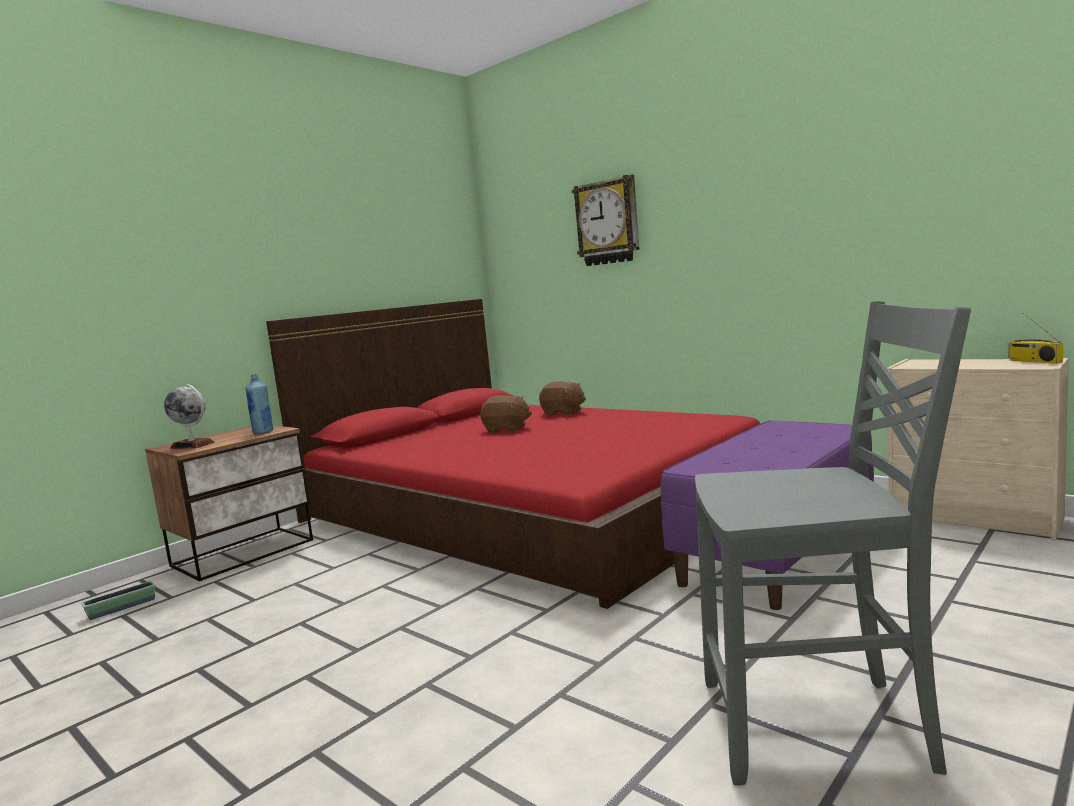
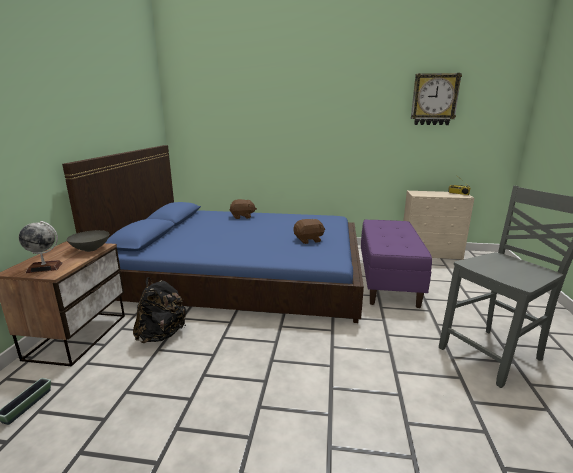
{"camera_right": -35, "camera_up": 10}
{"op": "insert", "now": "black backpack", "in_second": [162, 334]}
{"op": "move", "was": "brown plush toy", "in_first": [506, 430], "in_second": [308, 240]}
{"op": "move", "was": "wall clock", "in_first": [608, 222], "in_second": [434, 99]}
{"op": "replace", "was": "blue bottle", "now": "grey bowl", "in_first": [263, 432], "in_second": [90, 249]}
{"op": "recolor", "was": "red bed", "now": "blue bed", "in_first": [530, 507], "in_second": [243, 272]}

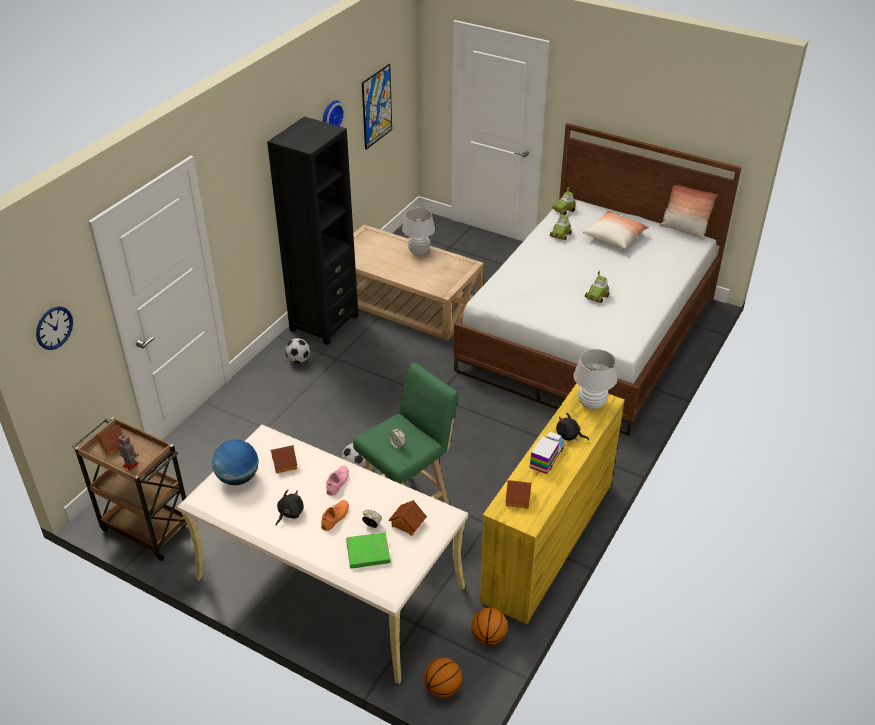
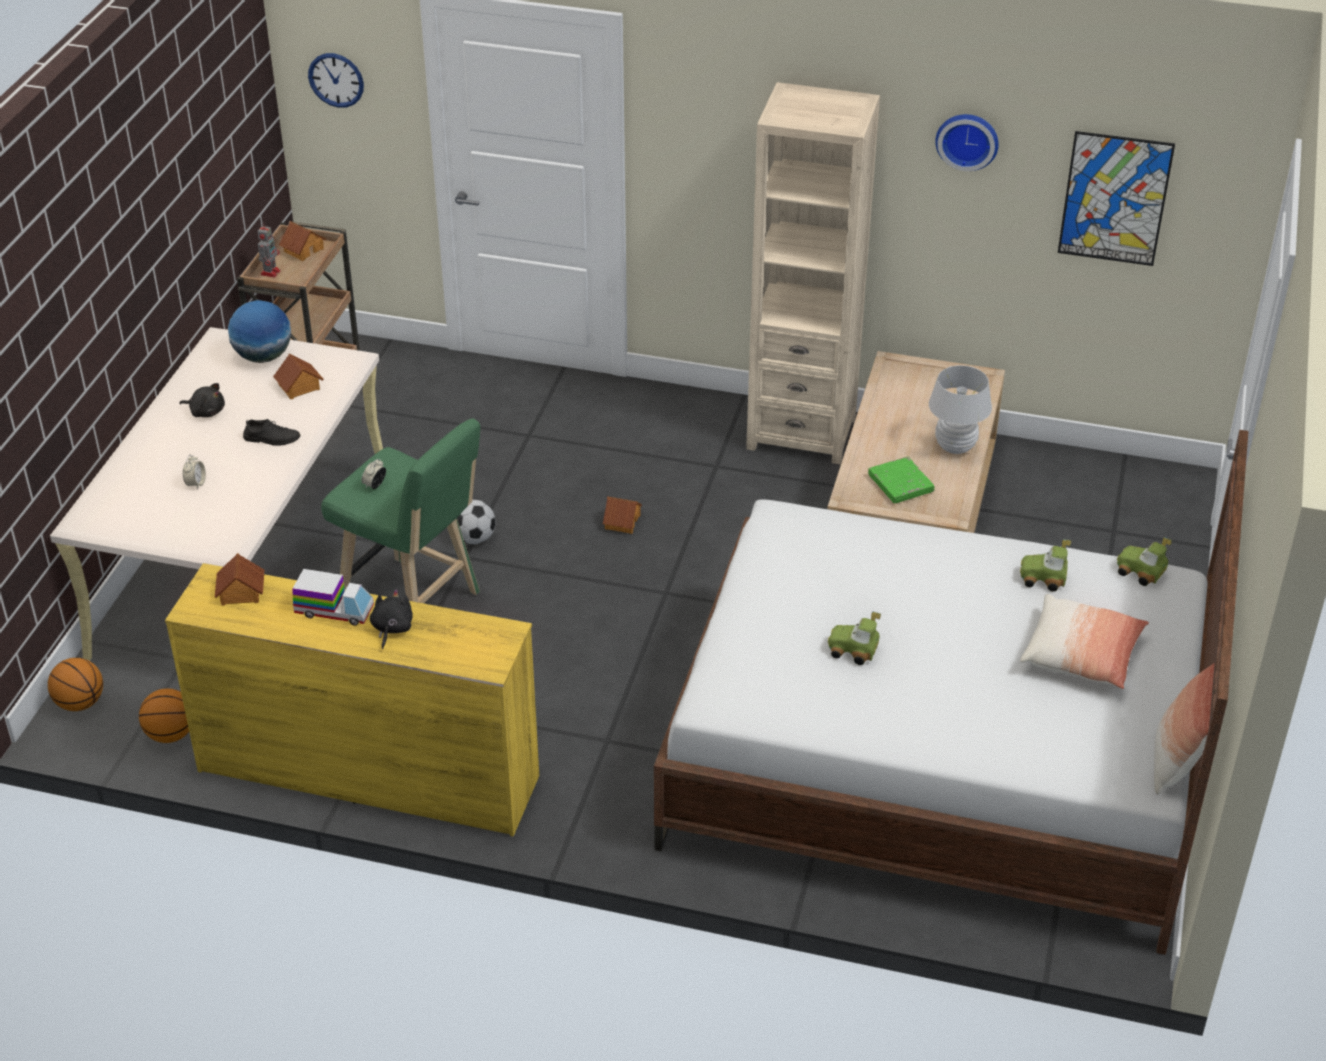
{"camera_right": 75, "camera_up": 0}
{"op": "delete", "was": "football", "in_first": [298, 360]}
{"op": "delete", "was": "orange shoe", "in_first": [335, 517]}
{"op": "delete", "was": "white table lamp", "in_first": [591, 404]}
{"op": "move", "was": "green book", "in_first": [368, 552], "in_second": [900, 484]}
{"op": "move", "was": "toy house", "in_first": [407, 524], "in_second": [622, 521]}
{"op": "recolor", "was": "black bookcase", "now": "beige bookcase", "in_first": [324, 323], "in_second": [801, 433]}
{"op": "recolor", "was": "pink shoe", "now": "black shoe", "in_first": [338, 482], "in_second": [272, 438]}

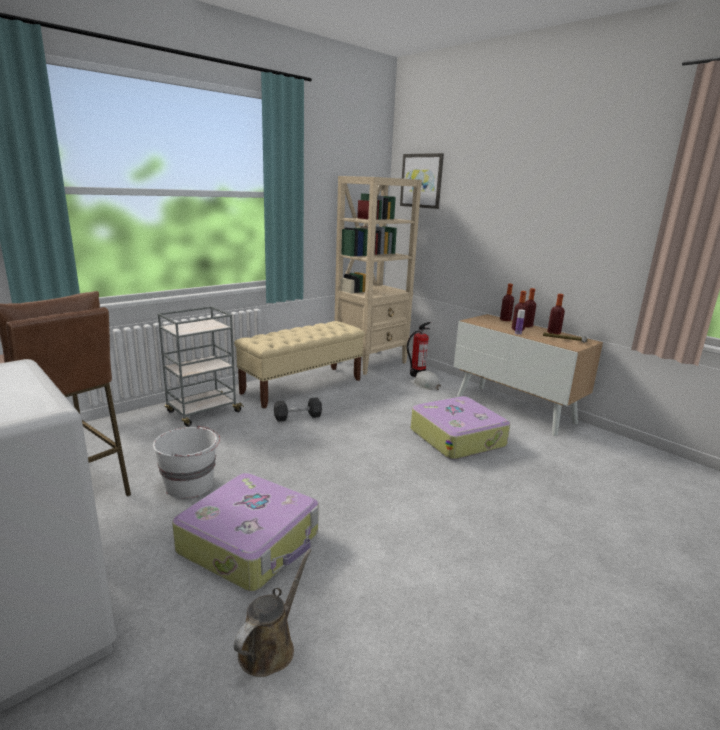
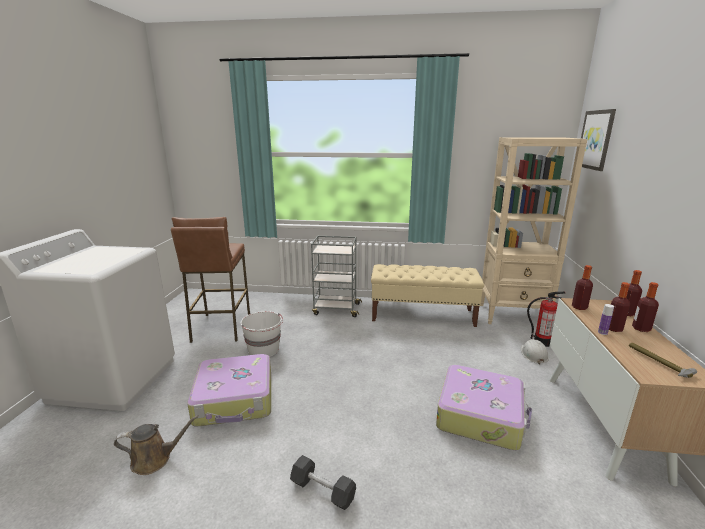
{"camera_right": 50, "camera_up": 0}
{"op": "move", "was": "black dumbbell", "in_first": [298, 417], "in_second": [323, 490]}
{"op": "move", "was": "bottle", "in_first": [553, 333], "in_second": [579, 307]}

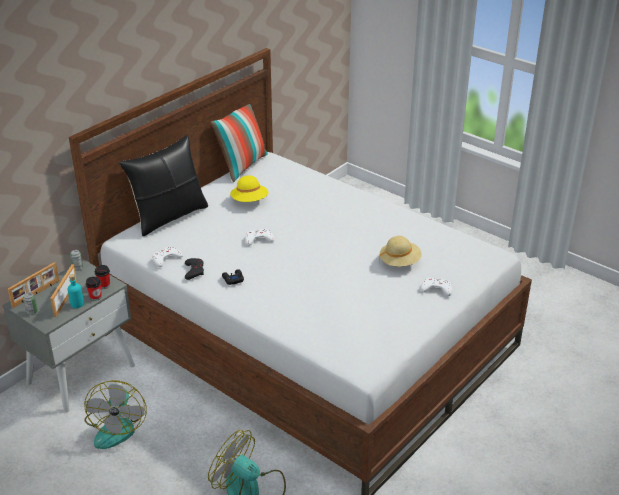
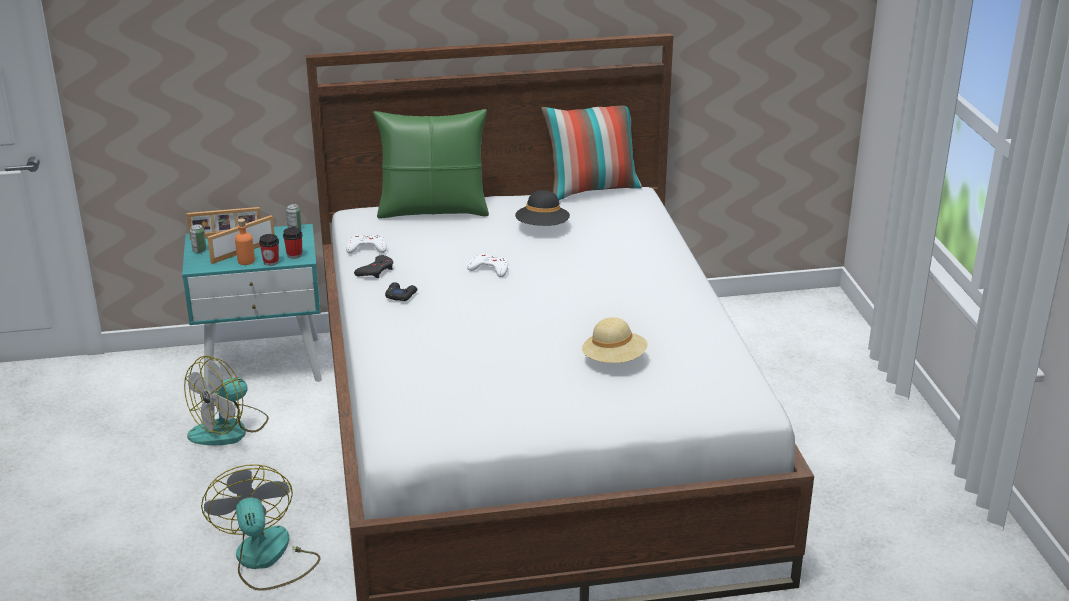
{"camera_right": 40, "camera_up": -5}
{"op": "delete", "was": "white game controller", "in_first": [436, 289]}
{"op": "recolor", "was": "grey nightstand", "now": "turquoise nightstand", "in_first": [81, 373], "in_second": [263, 363]}
{"op": "recolor", "was": "turquoise bottle", "now": "orange bottle", "in_first": [77, 304], "in_second": [246, 261]}
{"op": "recolor", "was": "black pillow", "now": "green pillow", "in_first": [169, 216], "in_second": [433, 210]}
{"op": "recolor", "was": "yellow hat", "now": "black hat", "in_first": [249, 201], "in_second": [542, 227]}

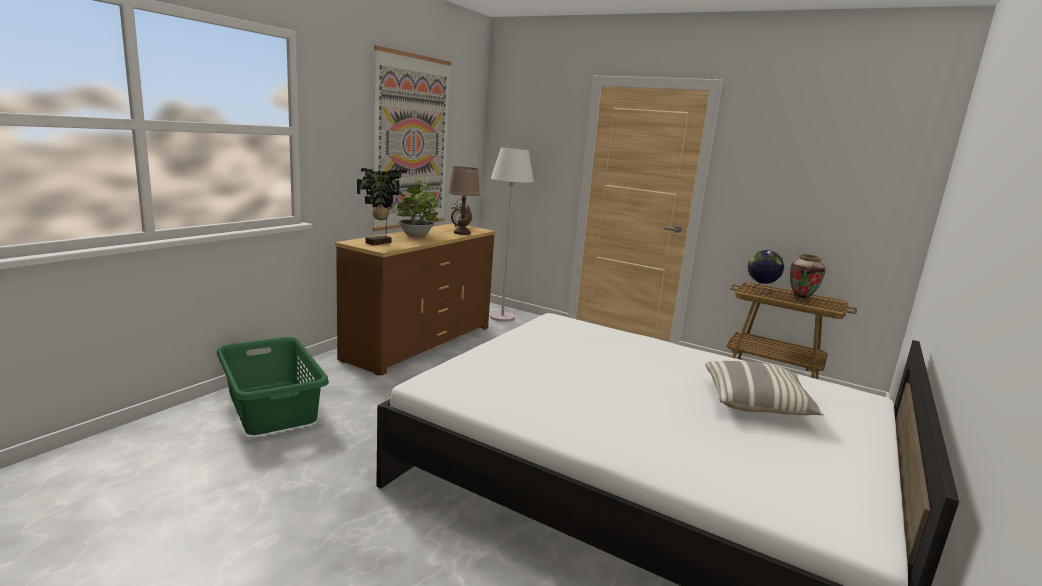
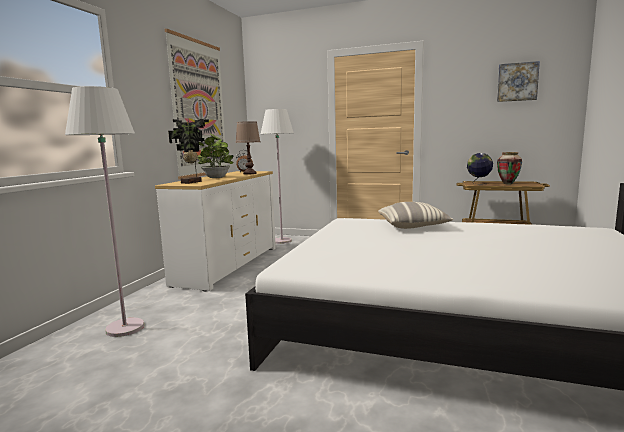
{"camera_right": -10, "camera_up": -5}
{"op": "insert", "now": "picture", "in_second": [517, 82]}
{"op": "move", "was": "pillow", "in_first": [756, 403], "in_second": [413, 226]}
{"op": "replace", "was": "green laundry basket", "now": "white floor lamp", "in_first": [273, 406], "in_second": [125, 328]}
{"op": "recolor", "was": "brown dresser", "now": "white dresser", "in_first": [419, 342], "in_second": [227, 265]}

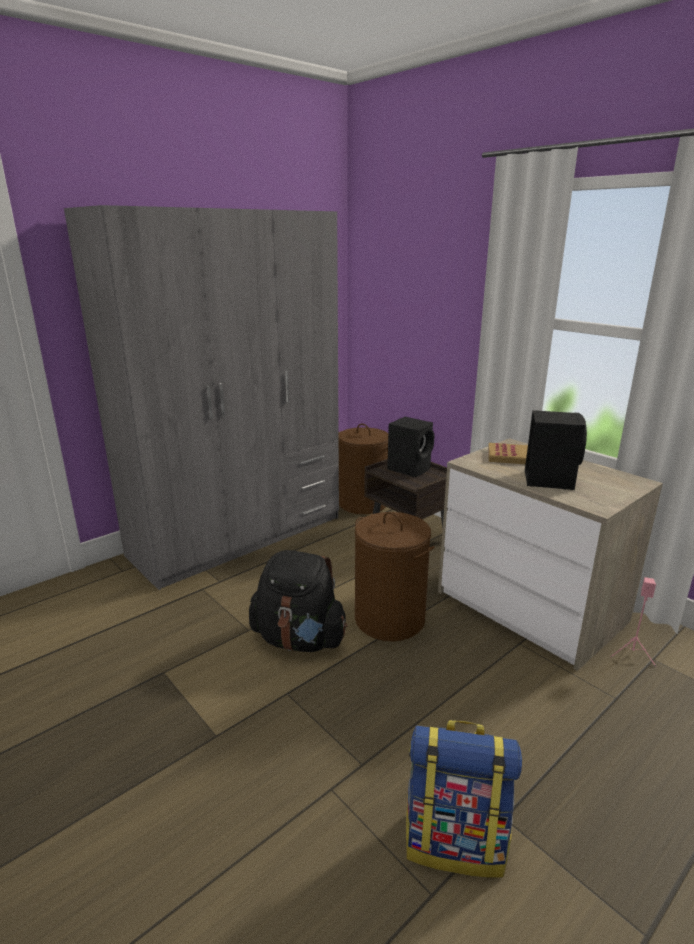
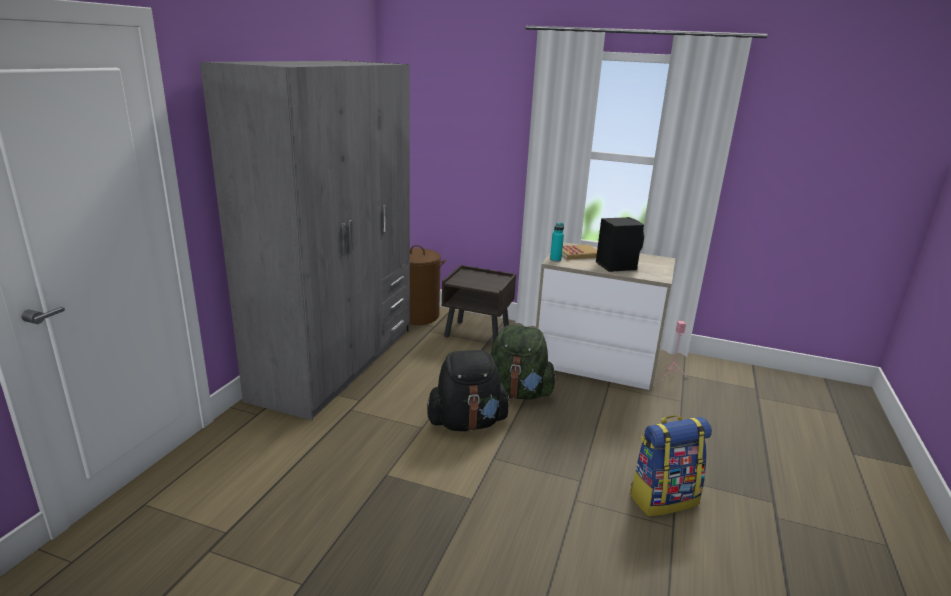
{"camera_right": -30, "camera_up": 0}
{"op": "delete", "was": "black speaker", "in_first": [410, 468]}
{"op": "insert", "now": "turquoise bottle", "in_second": [555, 260]}
{"op": "replace", "was": "brown laundry basket", "now": "green backpack", "in_first": [390, 619], "in_second": [517, 393]}

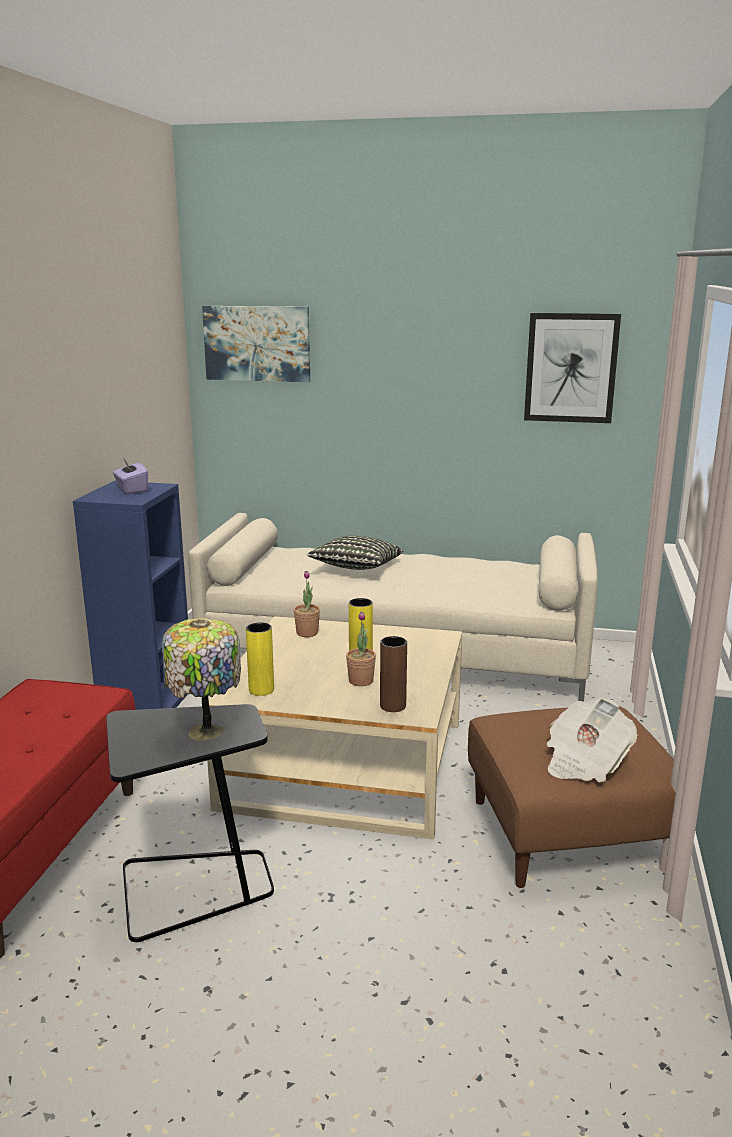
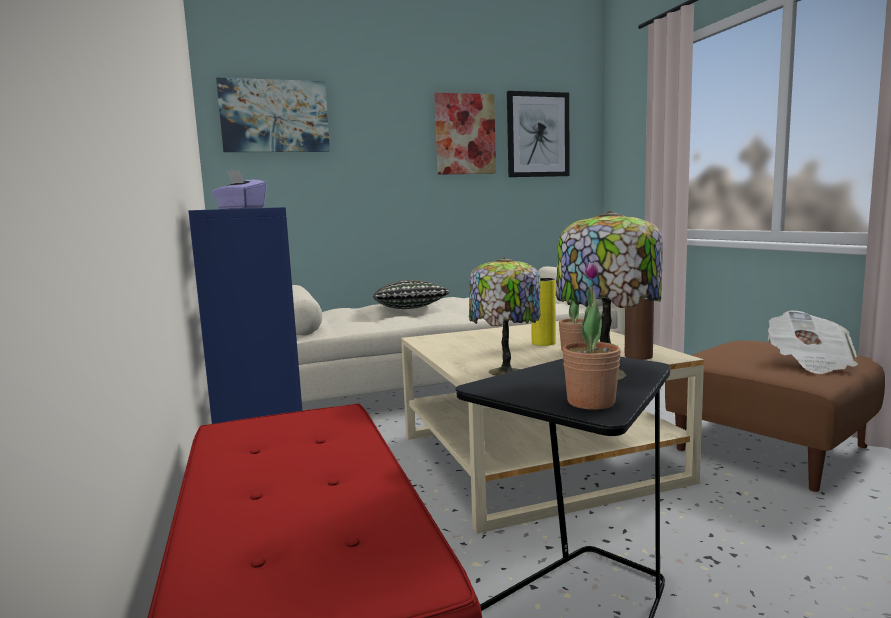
{"camera_right": -30, "camera_up": -10}
{"op": "insert", "now": "picture", "in_second": [465, 134]}
{"op": "move", "was": "potted plant", "in_first": [307, 633], "in_second": [591, 402]}
{"op": "replace", "was": "yellow vase", "now": "table lamp", "in_first": [261, 690], "in_second": [505, 372]}

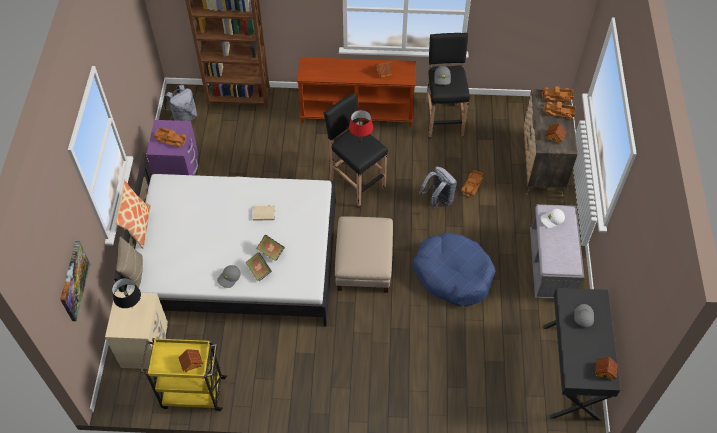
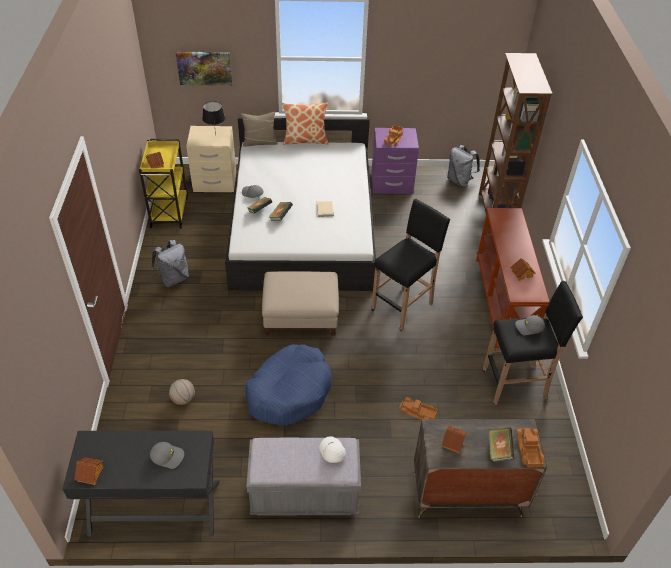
{"camera_right": 85, "camera_up": -10}
{"op": "delete", "was": "red table lamp", "in_first": [360, 141]}
{"op": "insert", "now": "basketball", "in_second": [183, 399]}
{"op": "move", "was": "grey backpack", "in_first": [438, 200], "in_second": [173, 278]}
{"op": "replace", "was": "toy truck", "now": "book", "in_first": [559, 113], "in_second": [499, 450]}

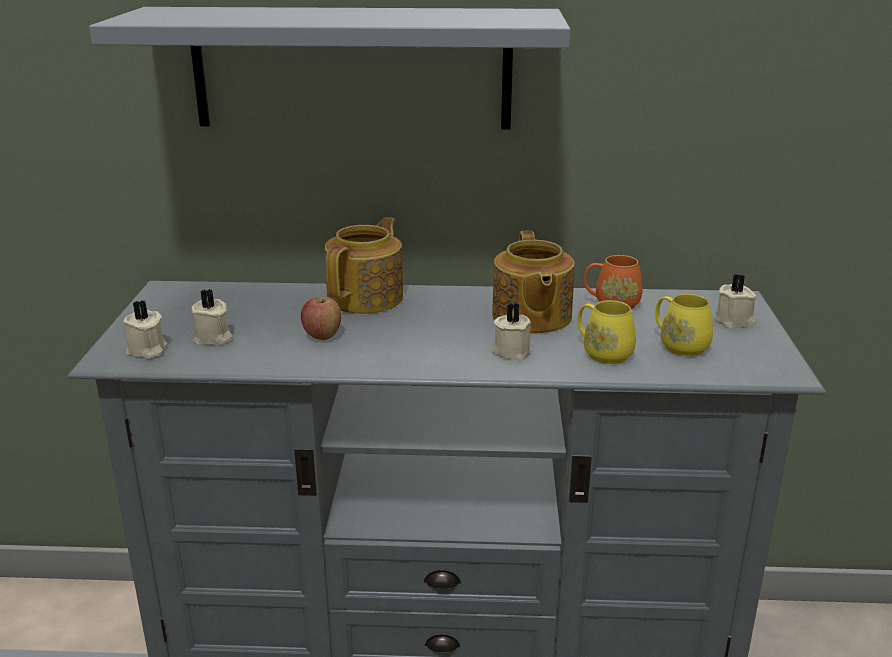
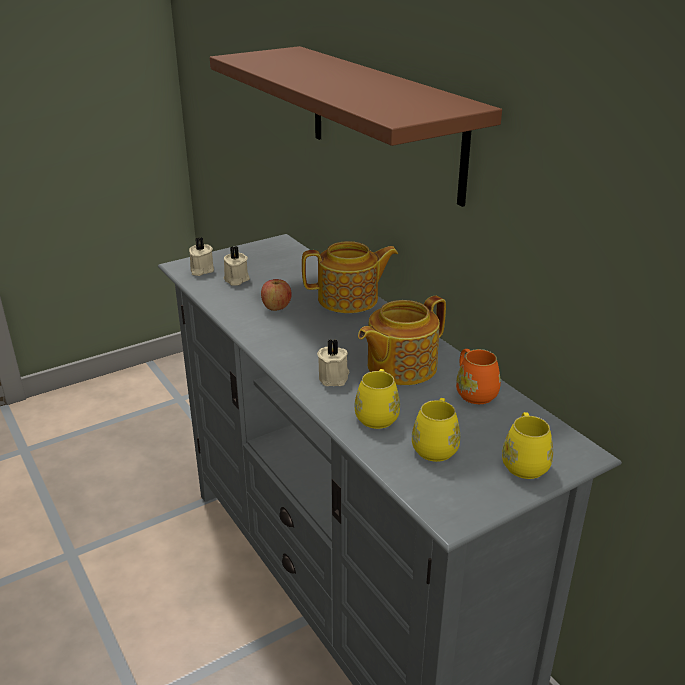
{"camera_right": 55, "camera_up": 5}
{"op": "replace", "was": "beige candle", "now": "yellow mug", "in_first": [734, 321], "in_second": [524, 462]}
{"op": "recolor", "was": "grey shelf", "now": "brown shelf", "in_first": [352, 68], "in_second": [384, 121]}

